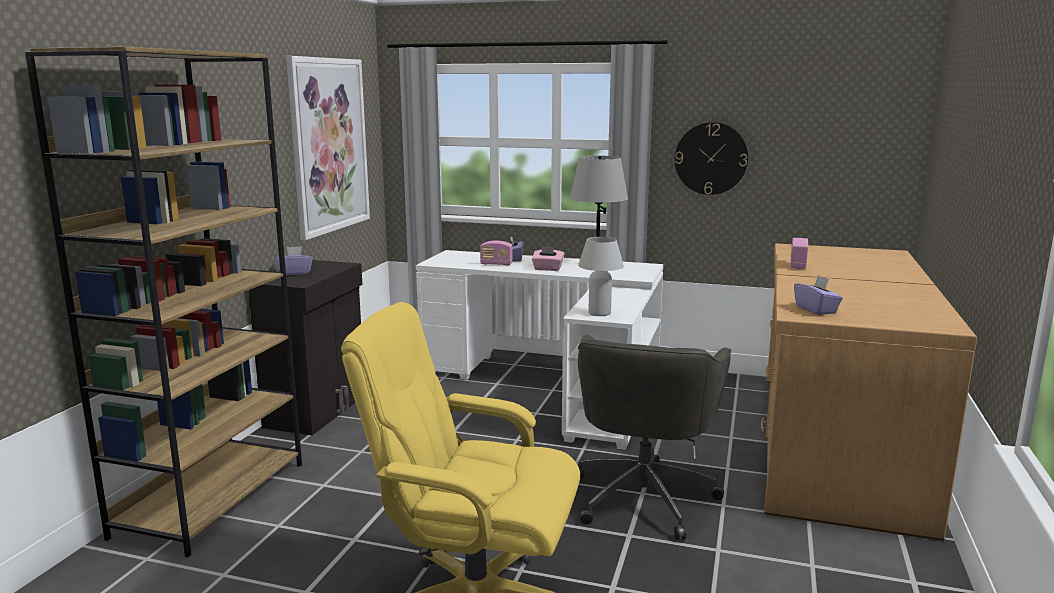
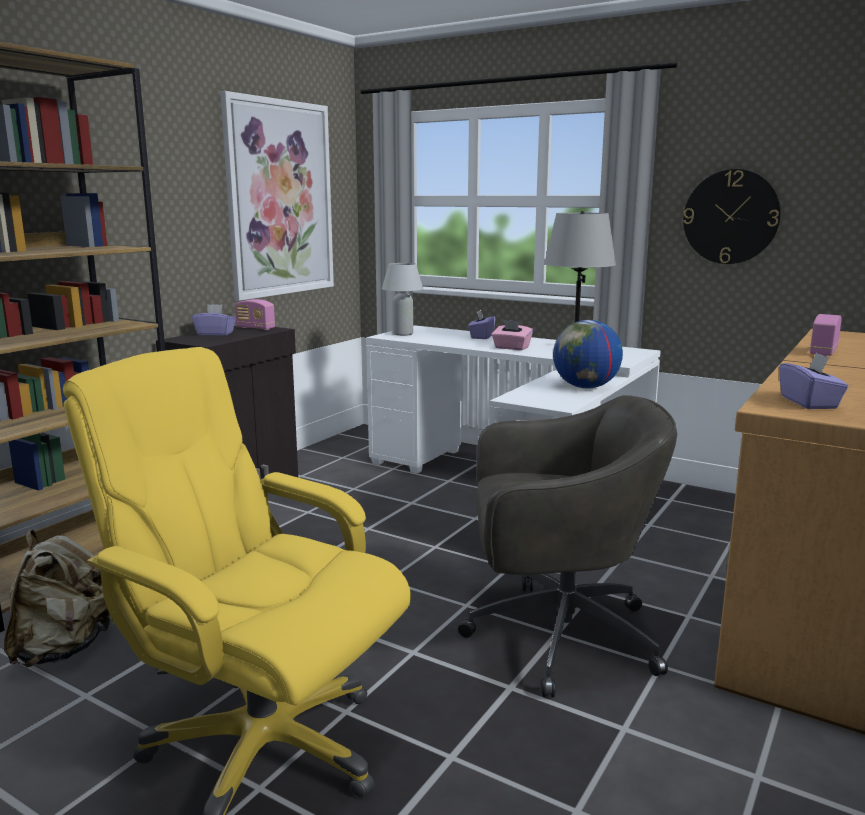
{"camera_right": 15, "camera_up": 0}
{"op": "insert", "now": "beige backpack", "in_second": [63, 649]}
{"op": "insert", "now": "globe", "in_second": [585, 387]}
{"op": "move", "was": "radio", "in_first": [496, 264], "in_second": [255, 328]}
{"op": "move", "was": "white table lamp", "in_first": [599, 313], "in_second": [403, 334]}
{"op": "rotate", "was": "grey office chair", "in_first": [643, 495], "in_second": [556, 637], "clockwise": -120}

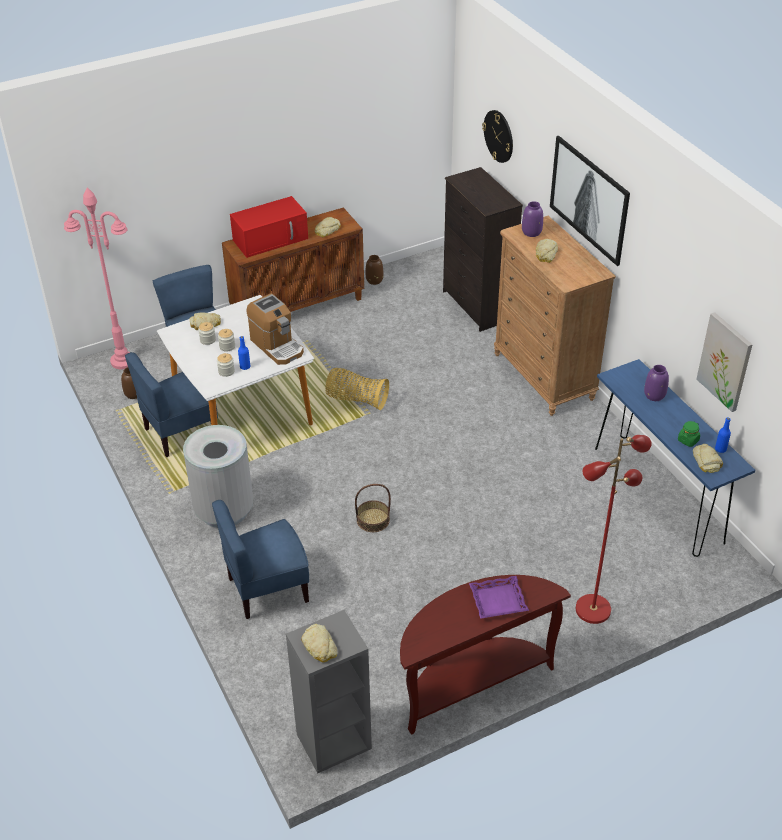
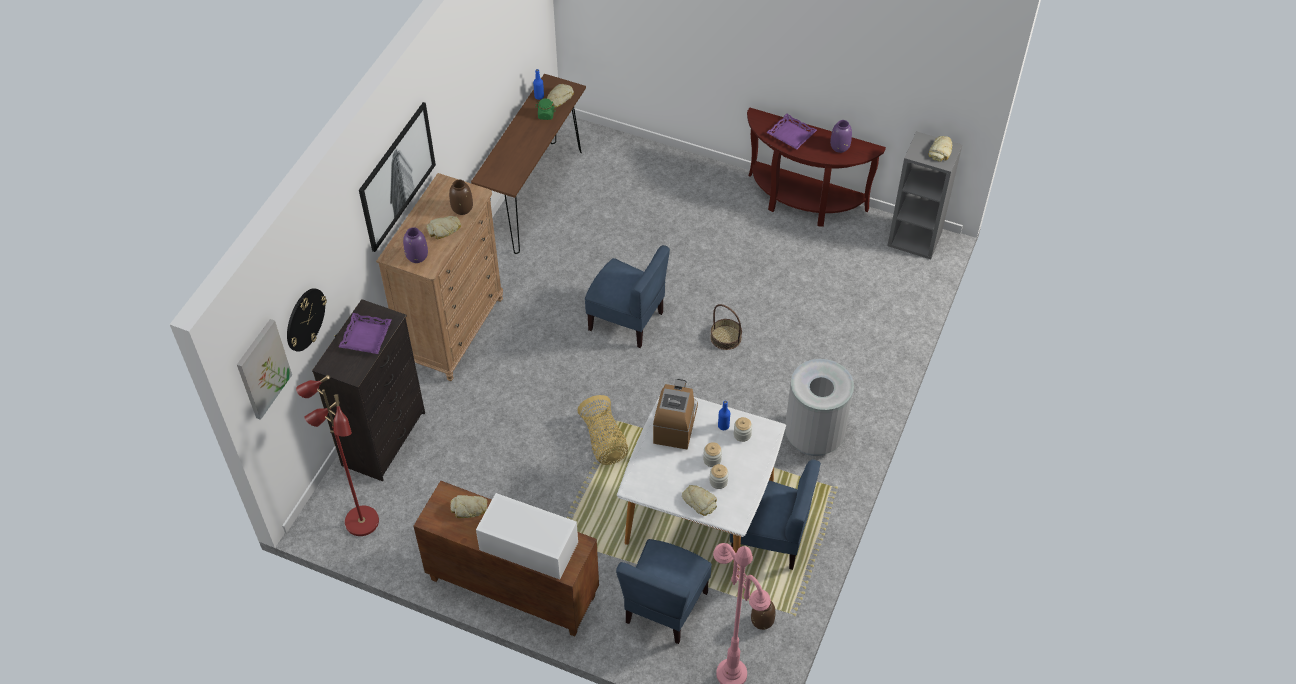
{"camera_right": -130, "camera_up": 10}
{"op": "insert", "now": "purple tray", "in_second": [365, 336]}
{"op": "move", "was": "blue chair", "in_first": [267, 589], "in_second": [627, 320]}
{"op": "move", "was": "brown vase", "in_first": [374, 280], "in_second": [462, 208]}
{"op": "move", "was": "red floor lamp", "in_first": [592, 608], "in_second": [361, 522]}
{"op": "move", "was": "purple vase", "in_first": [654, 395], "in_second": [839, 146]}
{"op": "move", "was": "picture", "in_first": [725, 361], "in_second": [263, 369]}
{"op": "recolor", "was": "red microwave", "now": "white microwave", "in_first": [271, 239], "in_second": [527, 545]}
{"op": "recolor", "was": "blue console table", "now": "brown console table", "in_first": [657, 494], "in_second": [535, 197]}

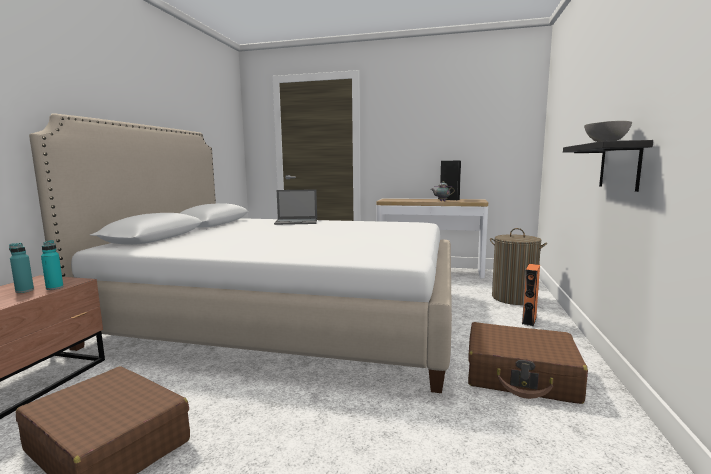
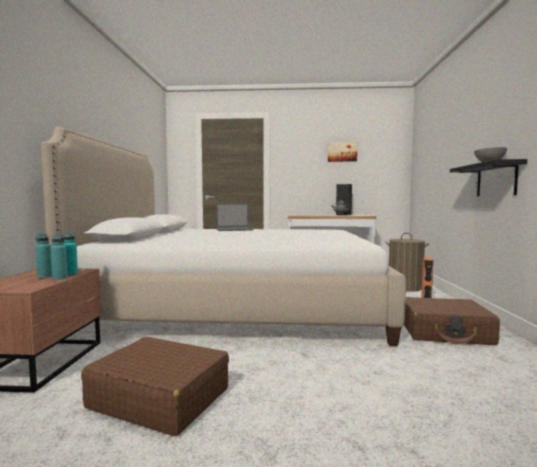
{"camera_right": -10, "camera_up": -5}
{"op": "insert", "now": "turquoise bottle", "in_second": [60, 278]}
{"op": "insert", "now": "picture", "in_second": [342, 152]}

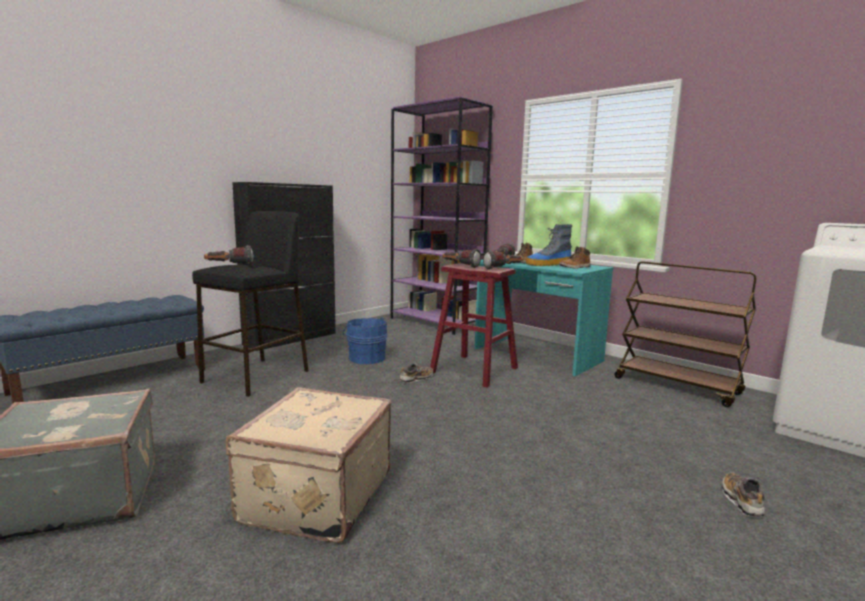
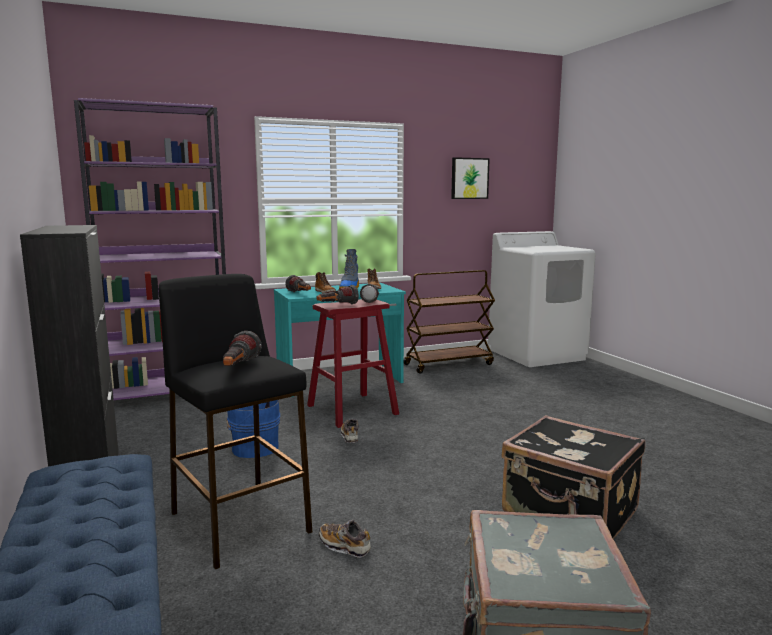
{"camera_right": -65, "camera_up": 0}
{"op": "insert", "now": "picture", "in_second": [469, 178]}
{"op": "move", "was": "shoe", "in_first": [741, 501], "in_second": [344, 546]}
{"op": "recolor", "was": "beige suitcase", "now": "black suitcase", "in_first": [314, 497], "in_second": [569, 513]}

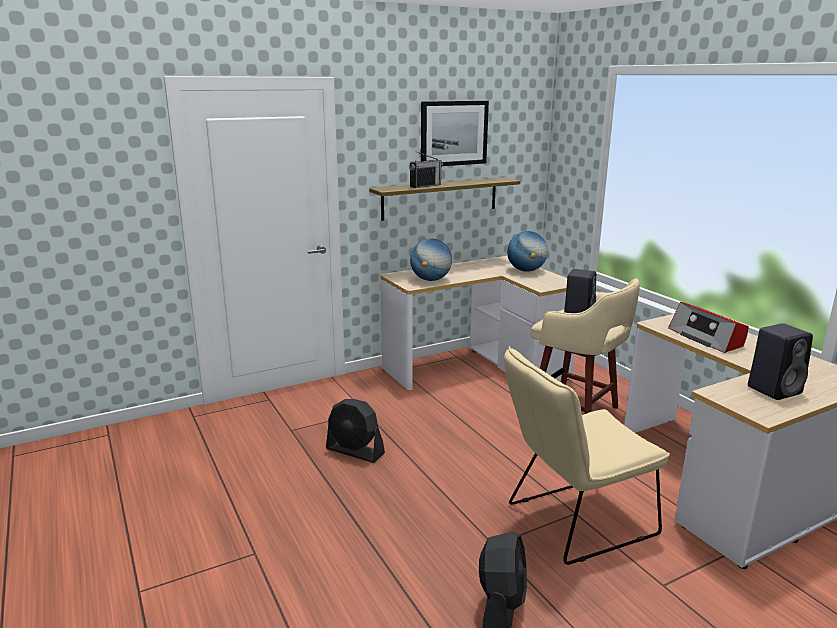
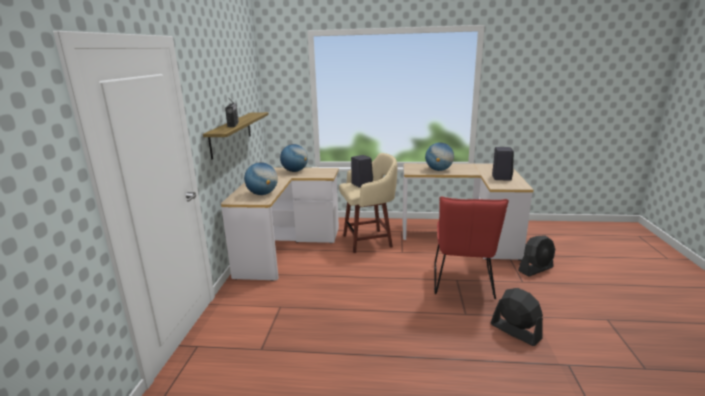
{"camera_right": -55, "camera_up": 0}
{"op": "delete", "was": "picture", "in_first": [453, 133]}
{"op": "move", "was": "black fan", "in_first": [355, 451], "in_second": [536, 269]}
{"op": "replace", "was": "radio", "now": "globe", "in_first": [706, 338], "in_second": [438, 170]}
{"op": "recolor", "was": "beige chair", "now": "red chair", "in_first": [573, 521], "in_second": [463, 283]}

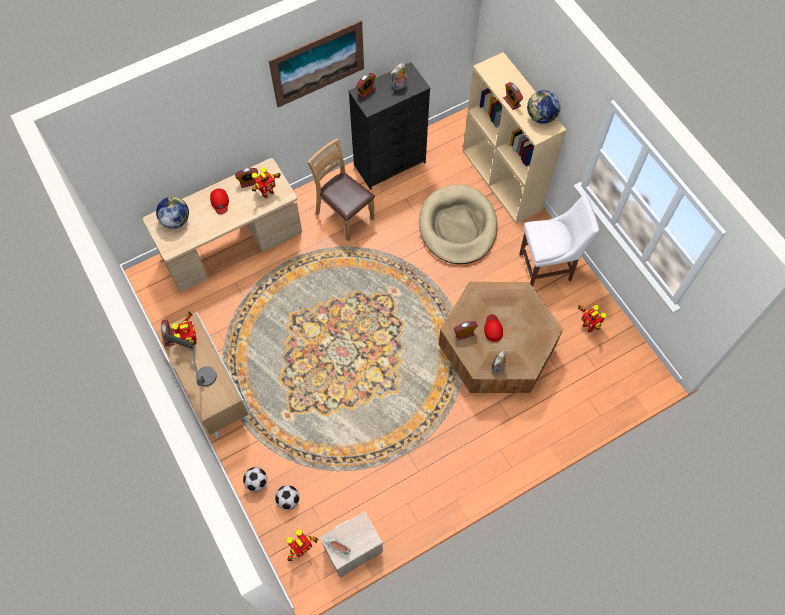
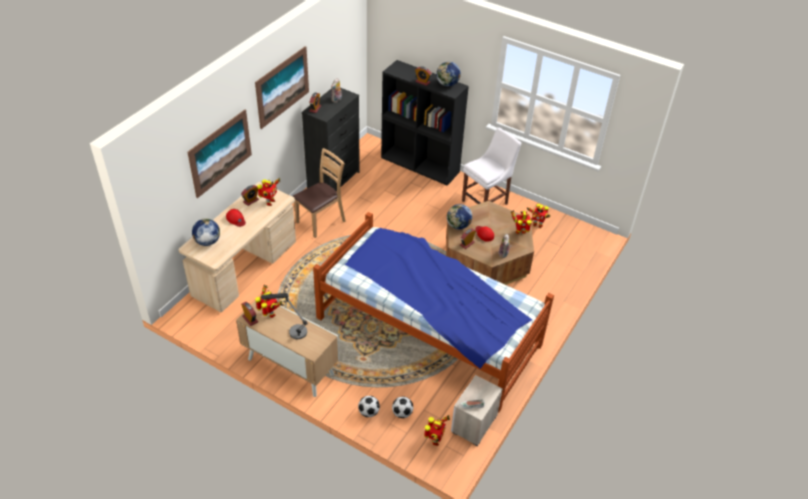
{"camera_right": -30, "camera_up": -20}
{"op": "delete", "was": "beige dog bed", "in_first": [458, 227]}
{"op": "insert", "now": "picture", "in_second": [220, 153]}
{"op": "insert", "now": "bed", "in_second": [428, 330]}
{"op": "insert", "now": "globe", "in_second": [458, 226]}
{"op": "insert", "now": "toy robot", "in_second": [521, 232]}
{"op": "recolor", "was": "beige bookcase", "now": "black bookcase", "in_first": [503, 180], "in_second": [420, 165]}
{"op": "rotate", "was": "brown chair", "in_first": [344, 215], "in_second": [321, 221], "clockwise": 120}

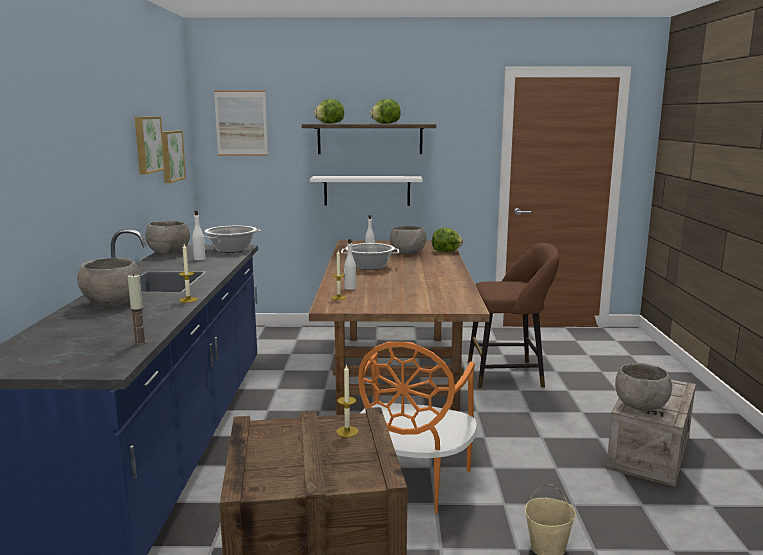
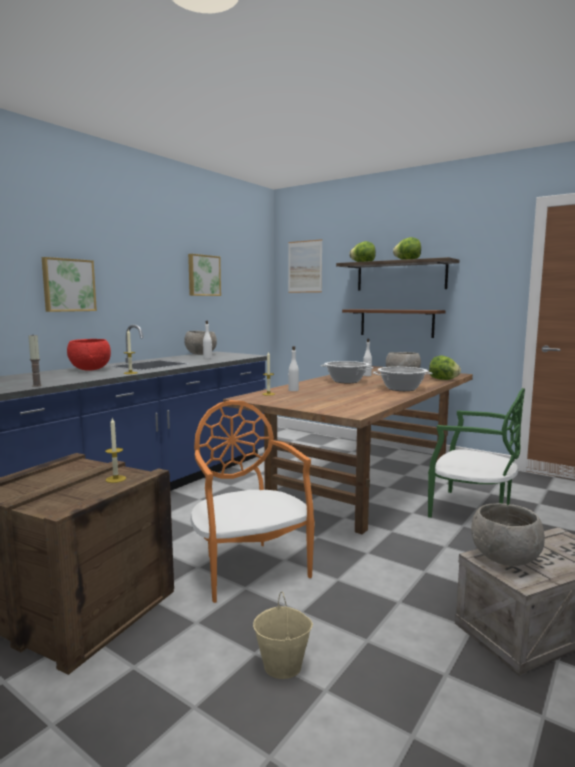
{"camera_right": 35, "camera_up": -5}
{"op": "move", "was": "picture", "in_first": [170, 156], "in_second": [68, 285]}
{"op": "move", "was": "cooking pot", "in_first": [232, 249], "in_second": [401, 389]}
{"op": "replace", "was": "brown stool", "now": "green chair", "in_first": [509, 374], "in_second": [472, 510]}
{"op": "recolor", "was": "grey bowl", "now": "red bowl", "in_first": [111, 303], "in_second": [89, 370]}
{"op": "recolor", "was": "white shelf", "now": "brown shelf", "in_first": [367, 190], "in_second": [396, 323]}
{"op": "rotate", "was": "orange chair", "in_first": [412, 485], "in_second": [249, 567], "clockwise": 105}

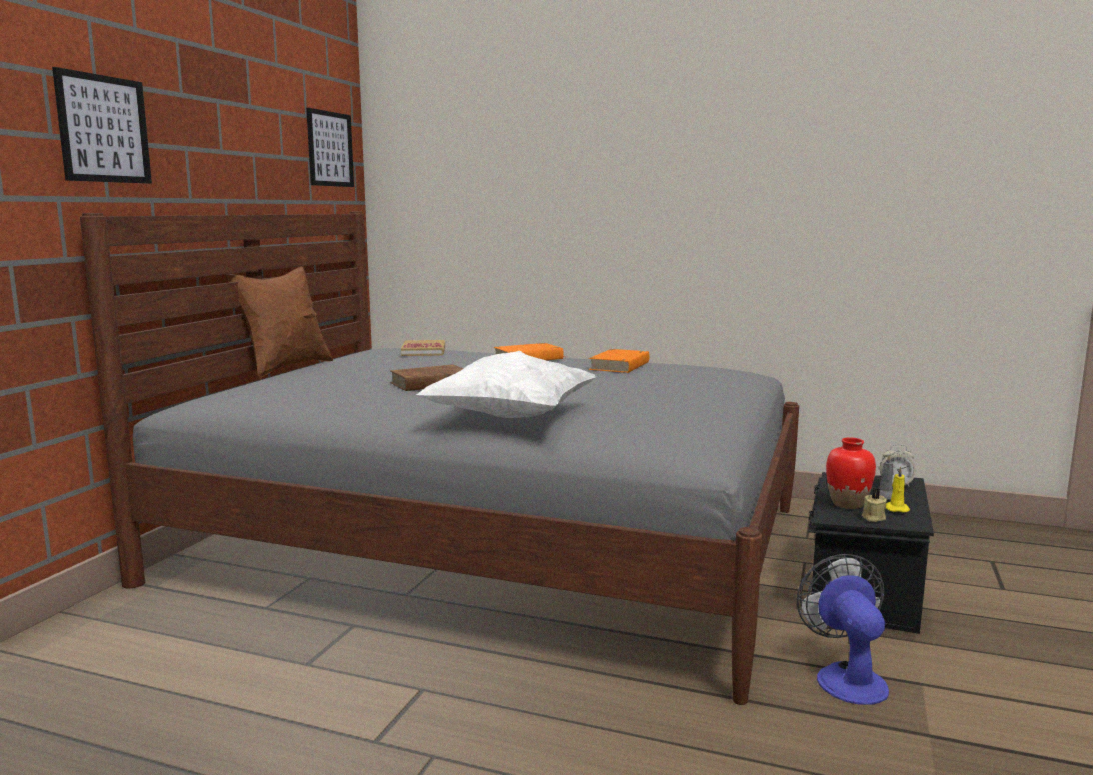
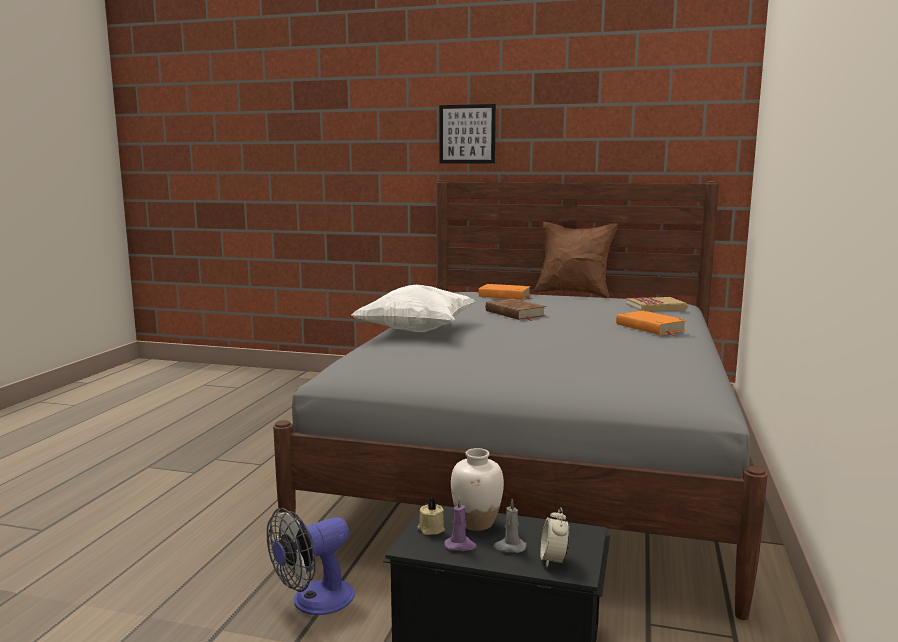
{"camera_right": 85, "camera_up": 0}
{"op": "delete", "was": "picture", "in_first": [330, 149]}
{"op": "move", "was": "orange book", "in_first": [620, 366], "in_second": [505, 295]}
{"op": "recolor", "was": "red vase", "now": "white vase", "in_first": [847, 504], "in_second": [477, 523]}
{"op": "recolor", "was": "yellow candle", "now": "purple candle", "in_first": [896, 508], "in_second": [460, 545]}
{"op": "rotate", "was": "fan", "in_first": [846, 677], "in_second": [313, 602], "clockwise": 150}

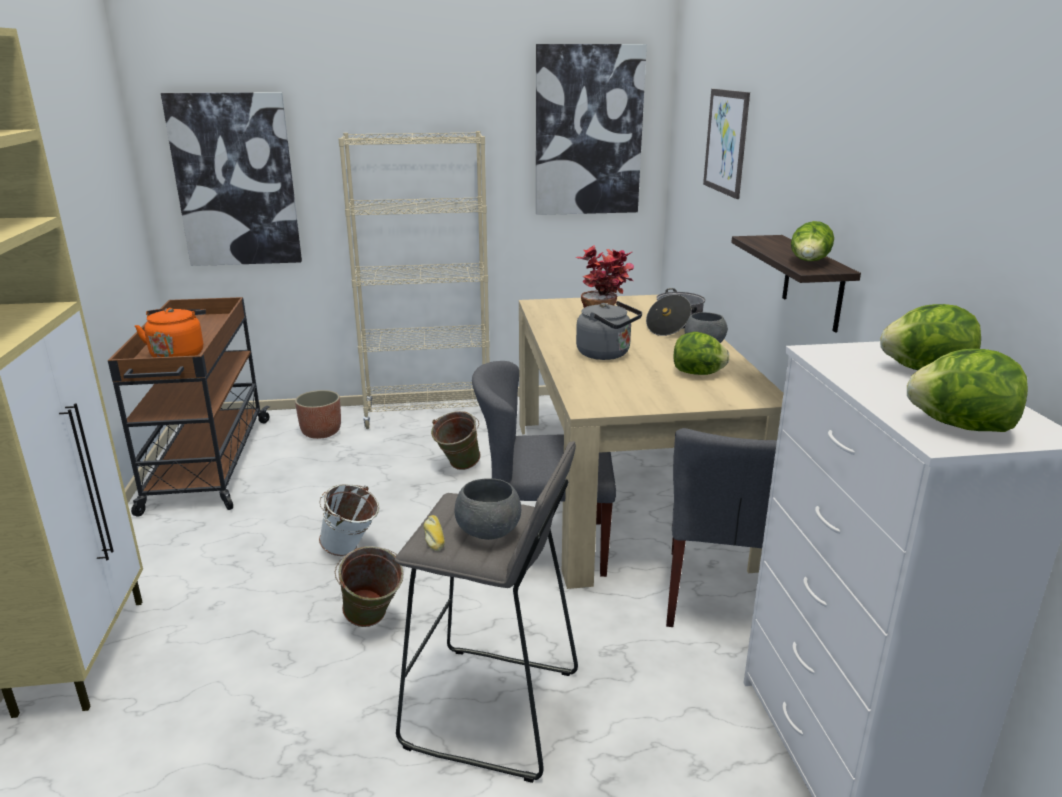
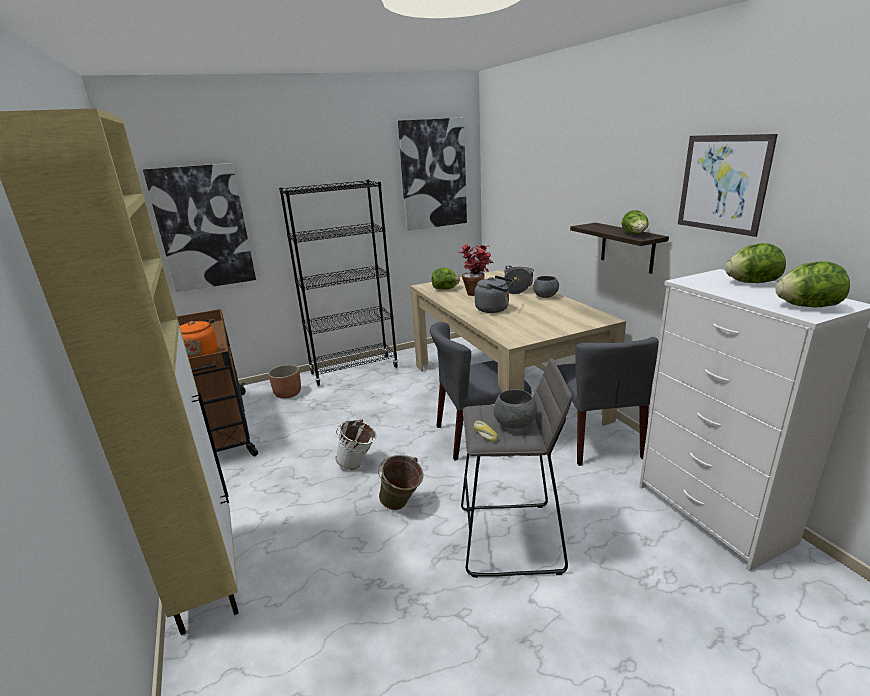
{"camera_right": -15, "camera_up": 0}
{"op": "delete", "was": "green bucket", "in_first": [457, 468]}
{"op": "move", "was": "lettuce", "in_first": [698, 373], "in_second": [445, 289]}
{"op": "move", "was": "picture", "in_first": [726, 142], "in_second": [722, 184]}
{"op": "recolor", "was": "beige bookcase", "now": "black bookcase", "in_first": [428, 415], "in_second": [354, 370]}

